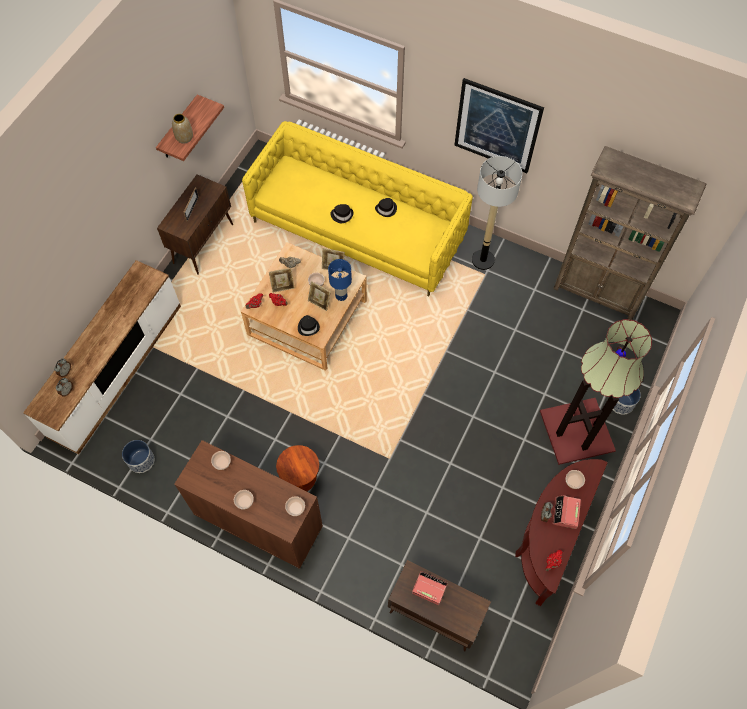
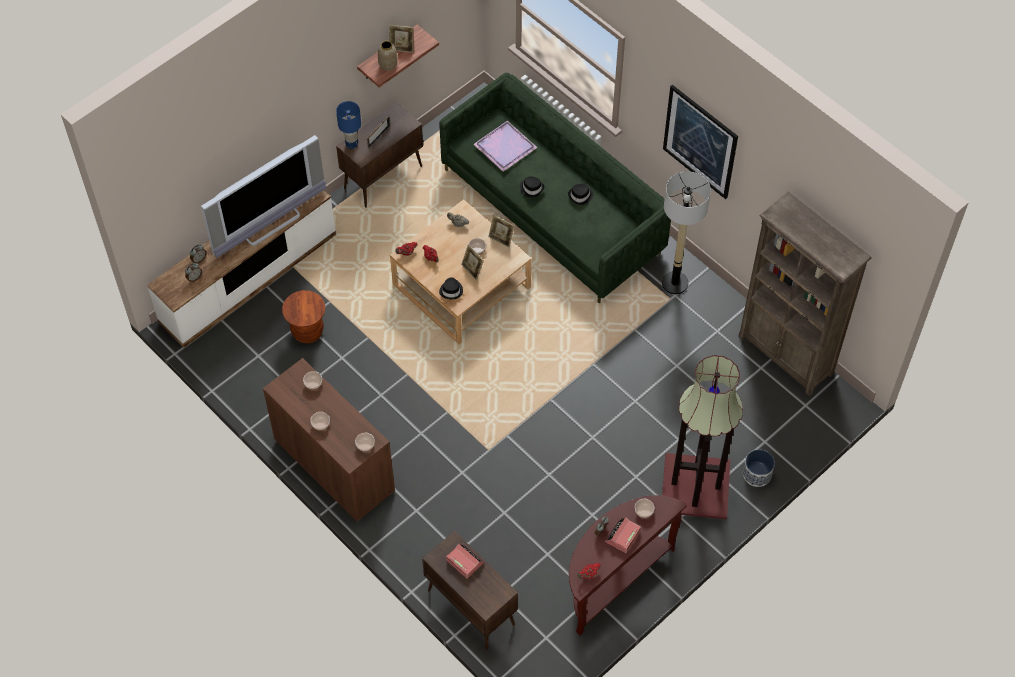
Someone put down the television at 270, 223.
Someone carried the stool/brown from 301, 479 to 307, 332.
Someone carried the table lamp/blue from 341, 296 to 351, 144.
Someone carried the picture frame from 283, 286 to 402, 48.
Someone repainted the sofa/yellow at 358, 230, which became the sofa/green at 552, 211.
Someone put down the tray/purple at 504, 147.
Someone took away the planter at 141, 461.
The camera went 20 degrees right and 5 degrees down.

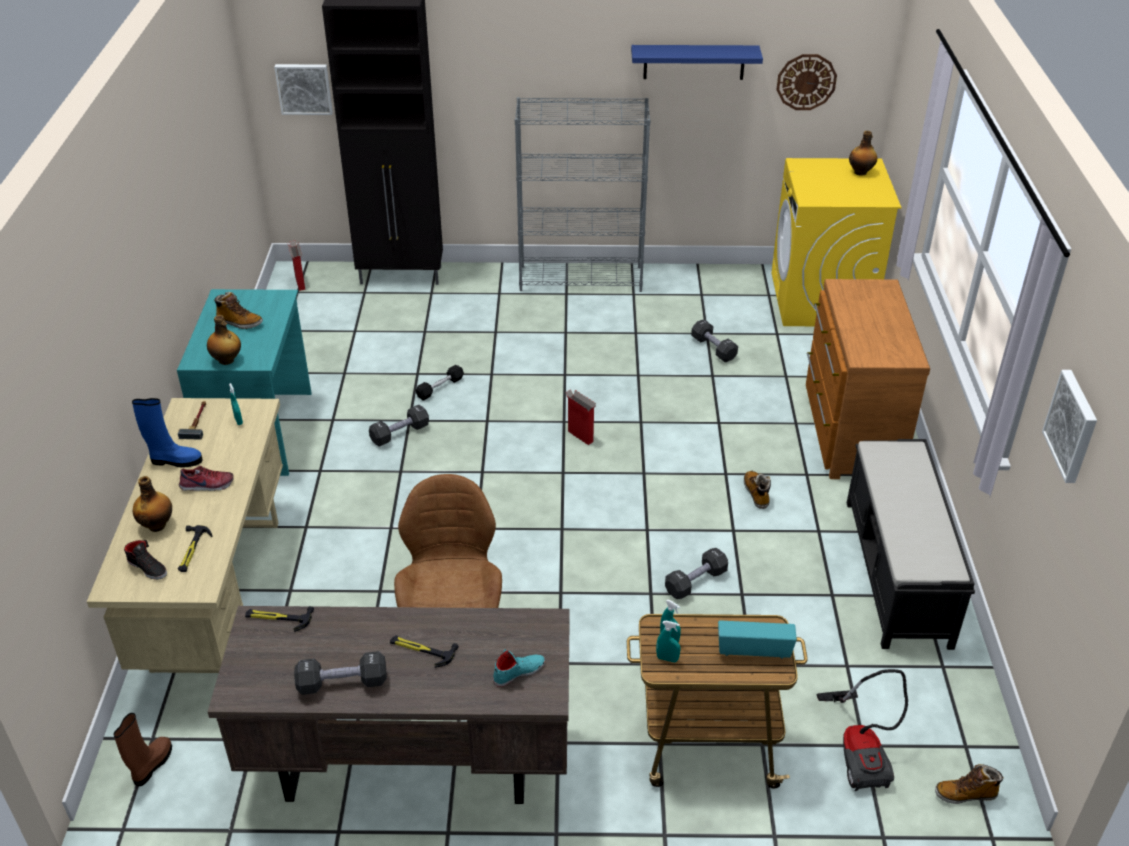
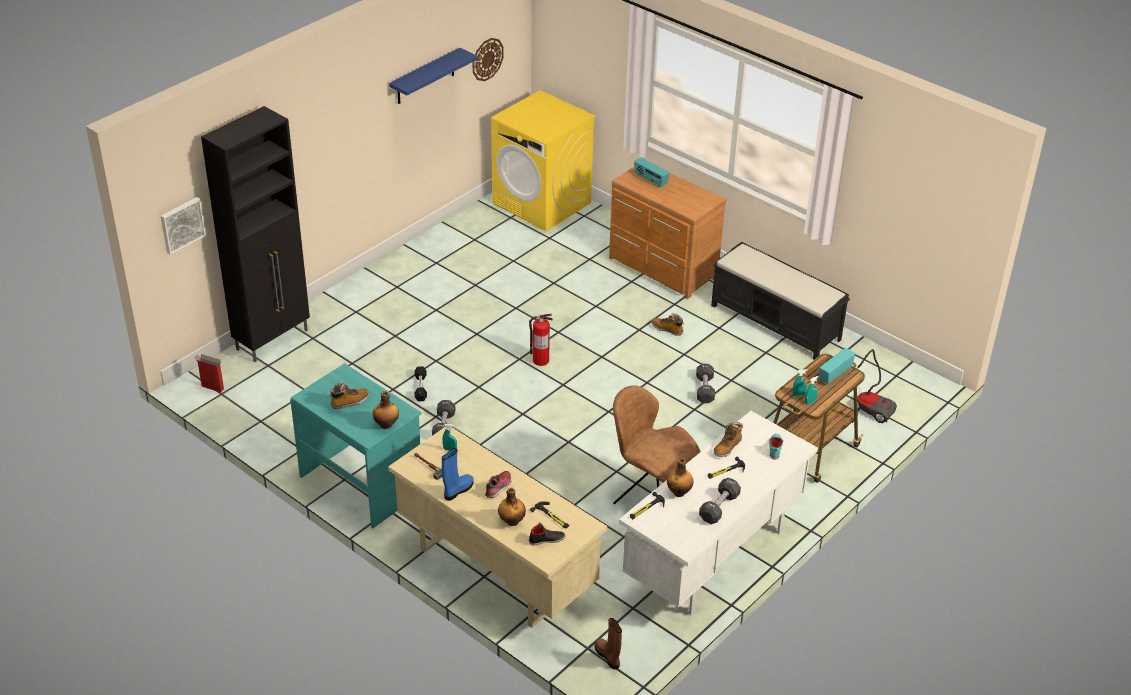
Someone swapped the cardboard box at 580, 436 for the fire extinguisher at 540, 360.
Someone repainted the desk/brown at 407, 763, which became the desk/white at 713, 558.
Someone put down the radio at 650, 180.
Someone carried the bottle from 861, 172 to 679, 492.
Someone carried the boot from 965, 794 to 727, 447.
Someone took away the bookcase/grey at 581, 278.
Someone took away the dumbbell/black at 713, 348.
Someone took away the picture at 1073, 426.
The camera went 50 degrees left and 0 degrees up.

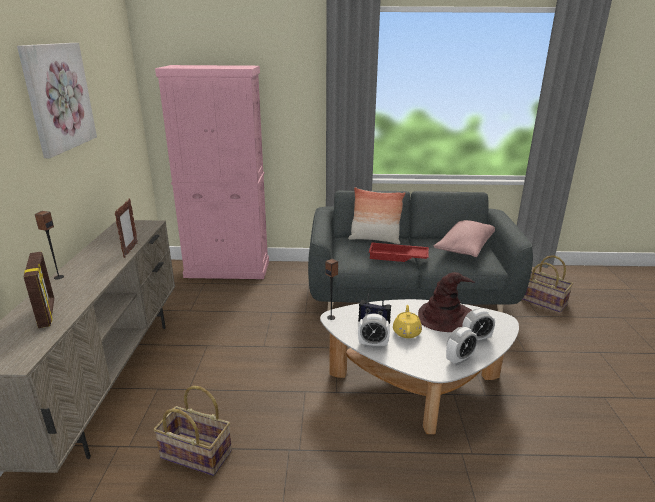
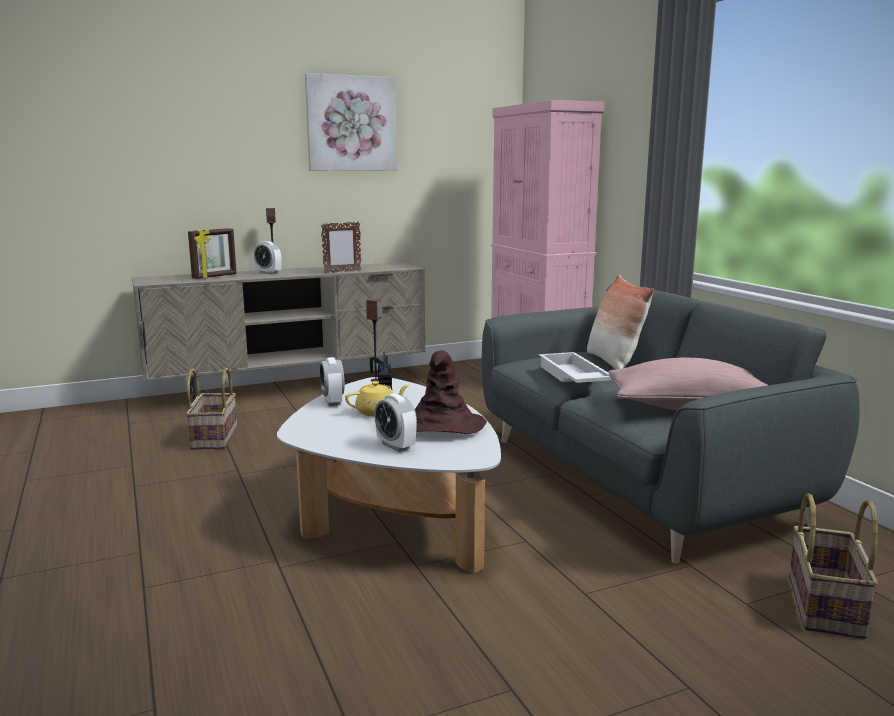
Someone carried the alarm clock from 459, 359 to 268, 273.
Someone repainted the tray/red at 397, 257, which became the tray/white at 572, 377.
The camera went 65 degrees right and 10 degrees down.

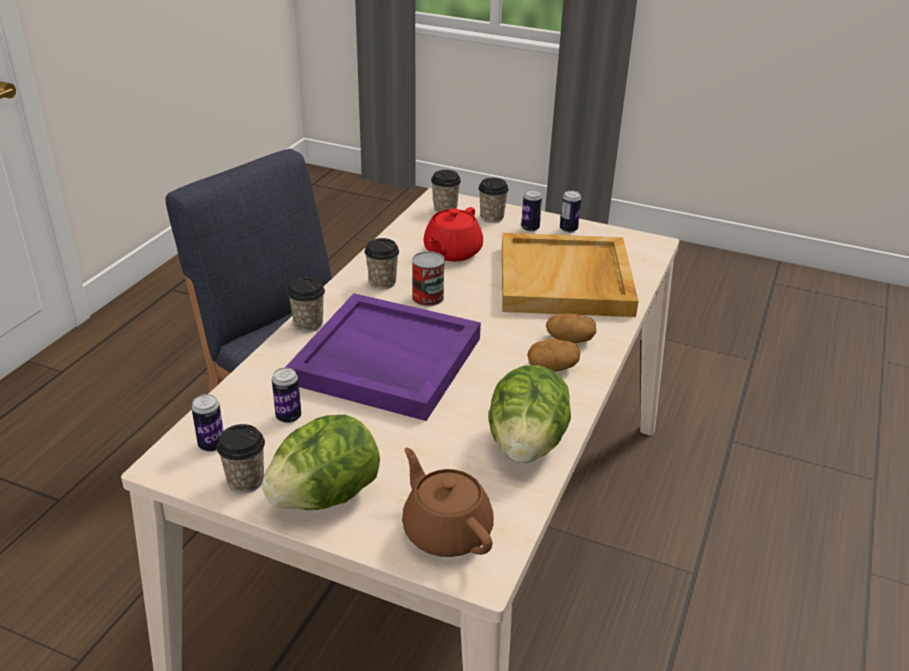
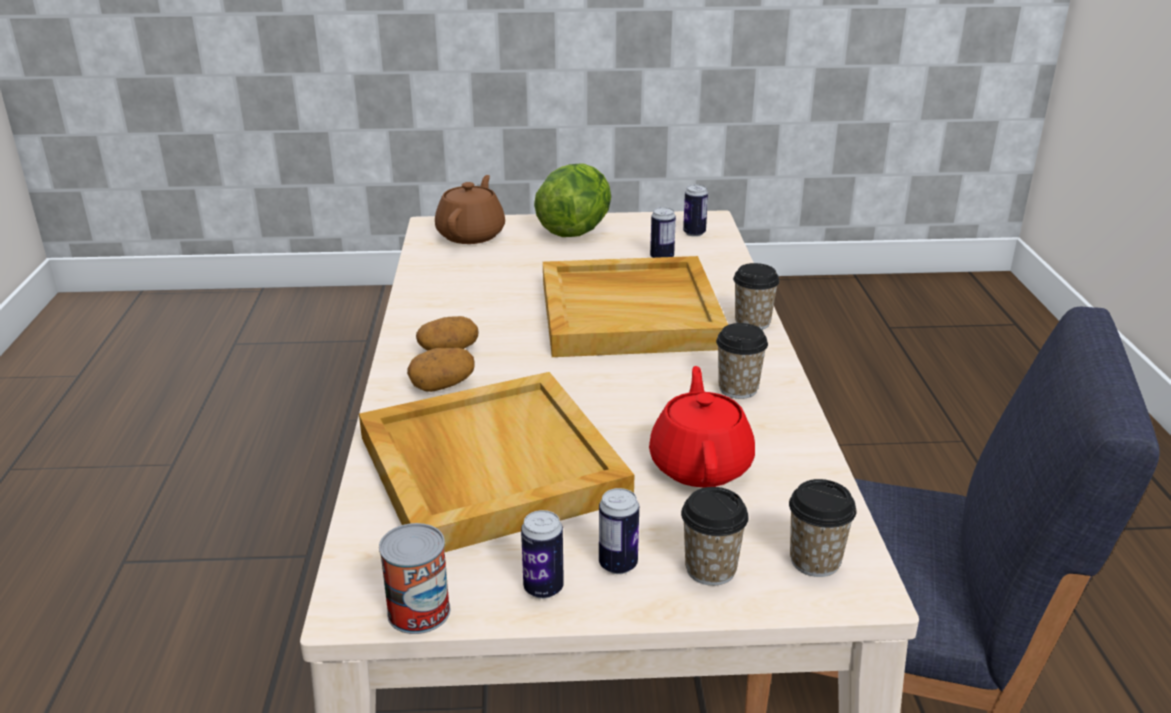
Someone carried the can from 428, 297 to 419, 611.
Someone rotated the teapot/brown at 446, 531 by 105 degrees counterclockwise.
Someone repainted the tray/purple at 385, 361, which became the tray/beige at 631, 312.
Someone took away the cup at 246, 481.
Someone took away the lettuce at 526, 445.
The camera went 155 degrees right and 5 degrees down.

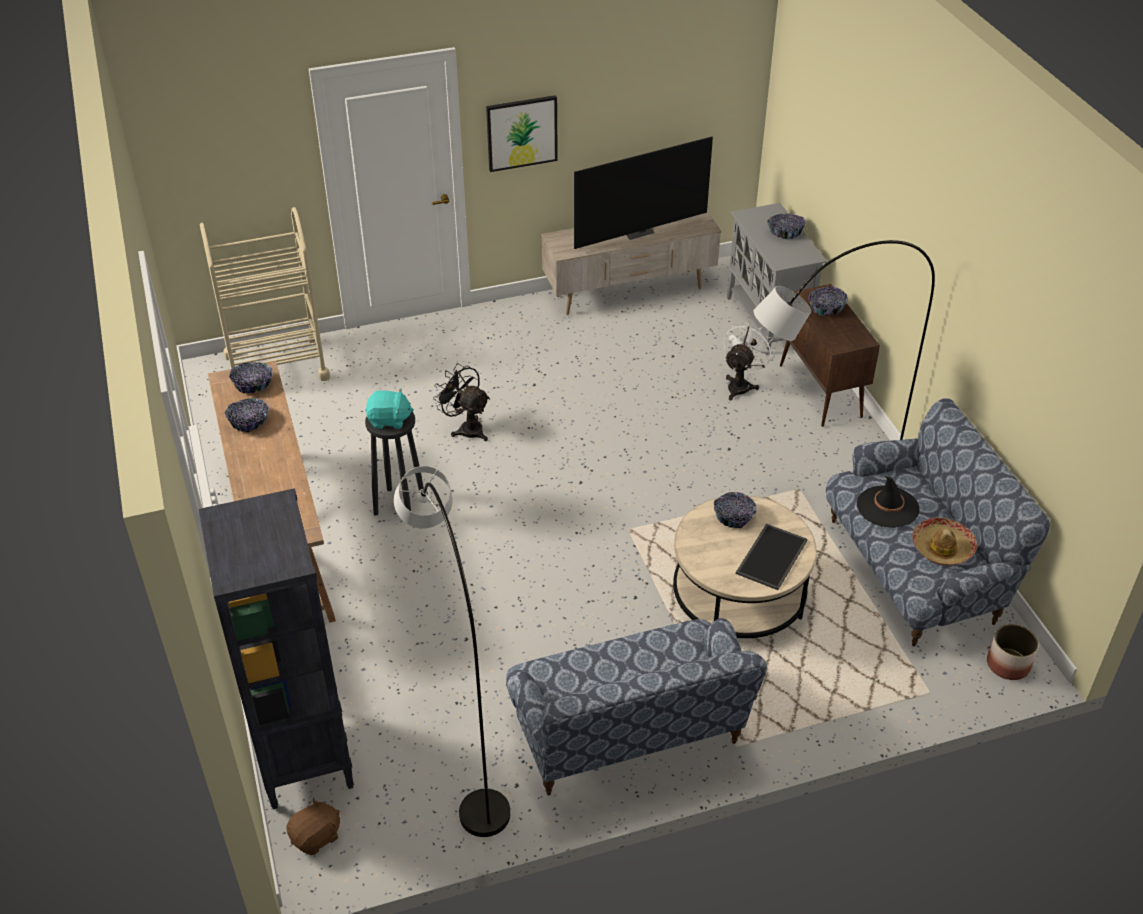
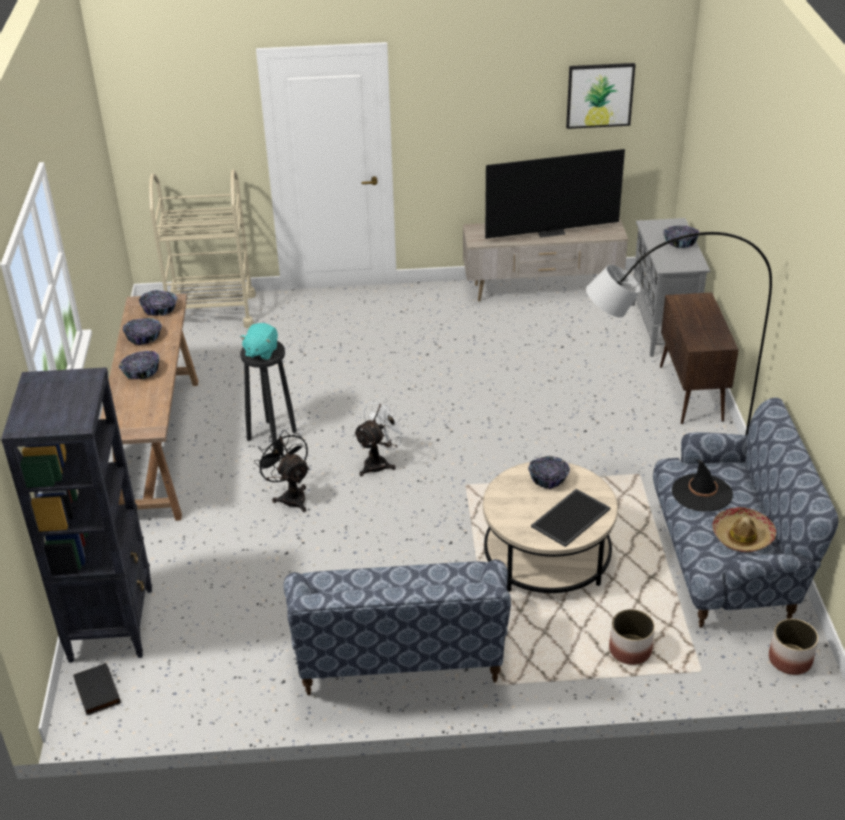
Someone swapped the plush toy/brown at 316, 837 for the book/black at 95, 691.
Someone carried the bowl from 826, 308 to 141, 372.
Someone rotated the plush toy/turquoise at 389, 420 by 90 degrees clockwise.
Someone carried the fan/black from 466, 428 to 290, 496.
Someone carried the fan/white from 741, 385 to 380, 462.
Someone carried the picture from 522, 132 to 599, 95.
Someone put down the planter at 630, 650.
Someone took away the floor lamp/grey at 460, 738.
The camera went 15 degrees right and 5 degrees down.

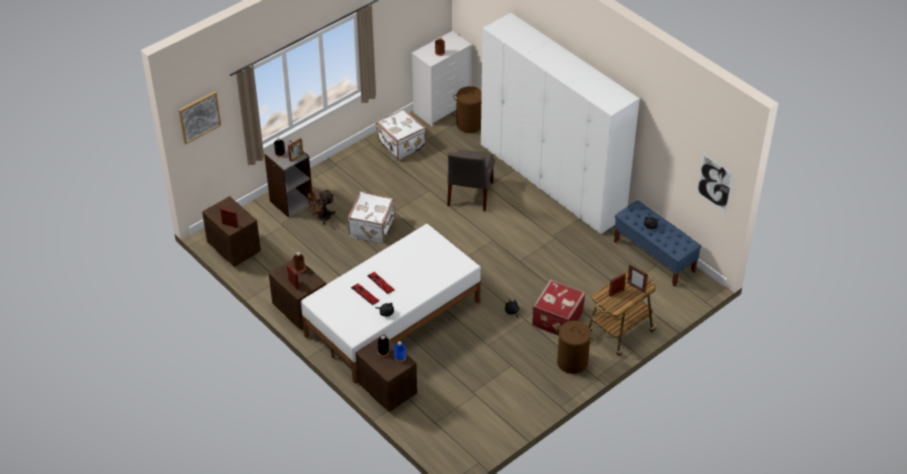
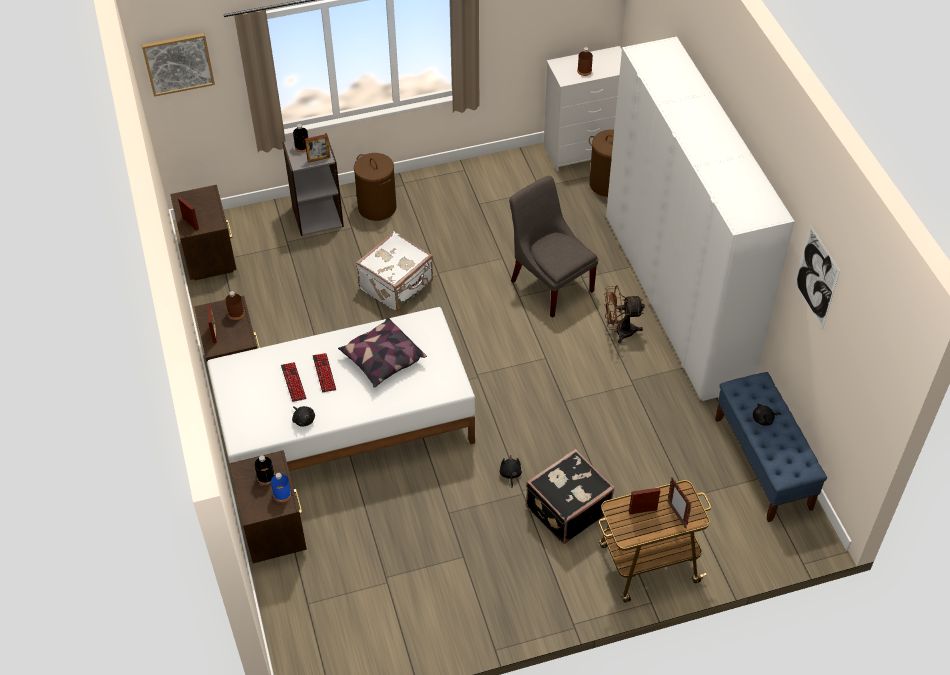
Someone put down the pillow at 382, 360.
Someone carried the laundry basket/brown from 572, 362 to 377, 207.
Someone rotated the chair/grey at 469, 195 by 105 degrees clockwise.
Someone repainted the suitcase/red at 556, 319, which became the suitcase/black at 566, 509.
Someone carried the fan/brown from 321, 217 to 619, 331.
Someone carried the picture from 714, 182 to 816, 277.
Someone took away the suitcase/white at 400, 145.
The camera went 25 degrees right and 5 degrees up.

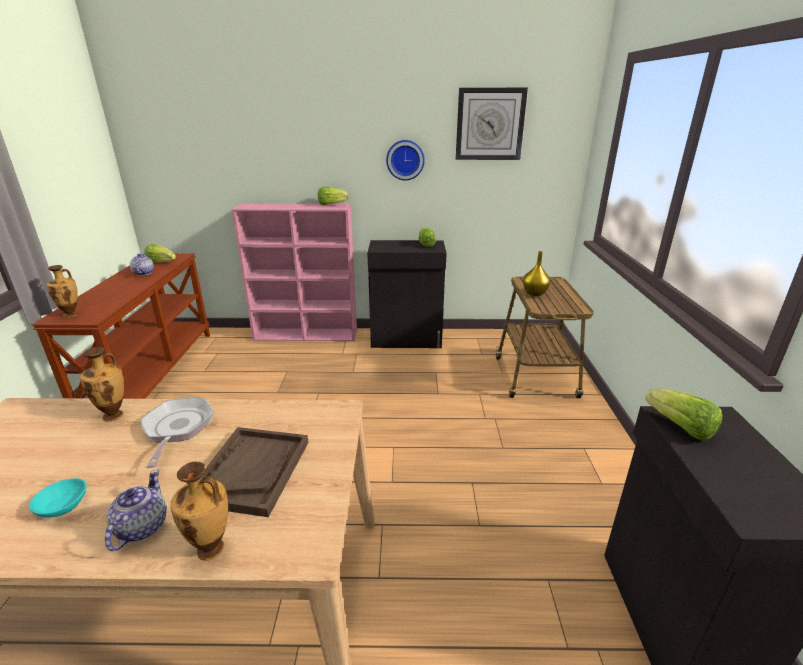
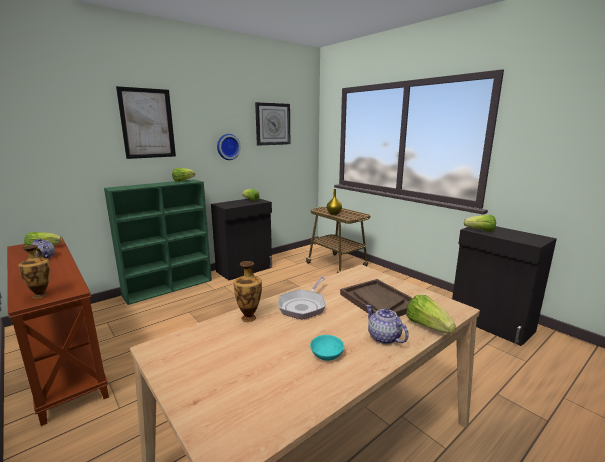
Someone repainted the bookcase/pink at 307, 334, which became the bookcase/green at 169, 287.
Someone put up the picture at 147, 123.
Someone rotated the frying pan at 177, 429 by 105 degrees counterclockwise.
Someone swapped the vase at 212, 550 for the lettuce at 427, 326.
The camera went 40 degrees left and 10 degrees down.

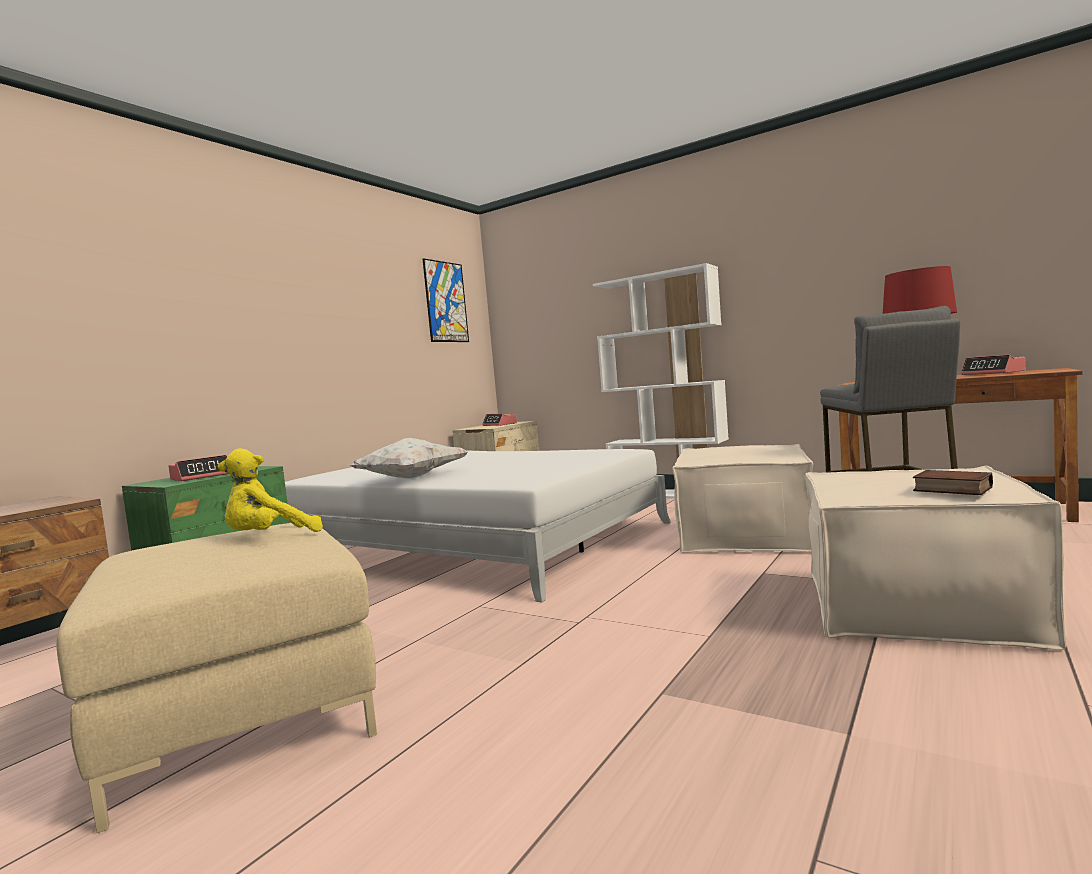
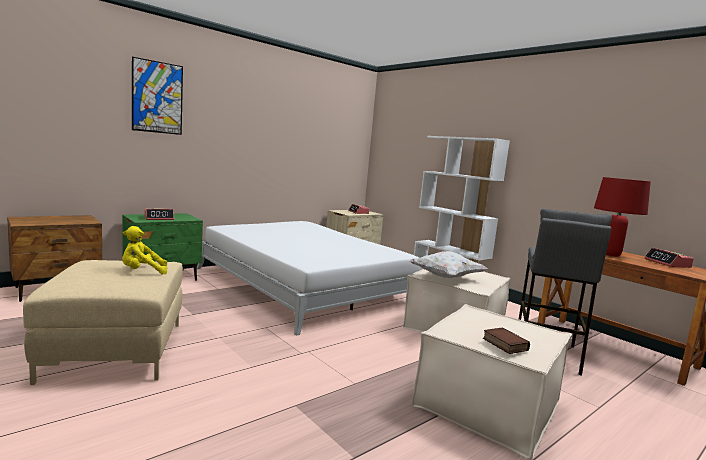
Someone carried the picture from 446, 302 to 157, 97.
Someone carried the pillow/white from 411, 478 to 446, 277.
The camera went 15 degrees right and 5 degrees up.

